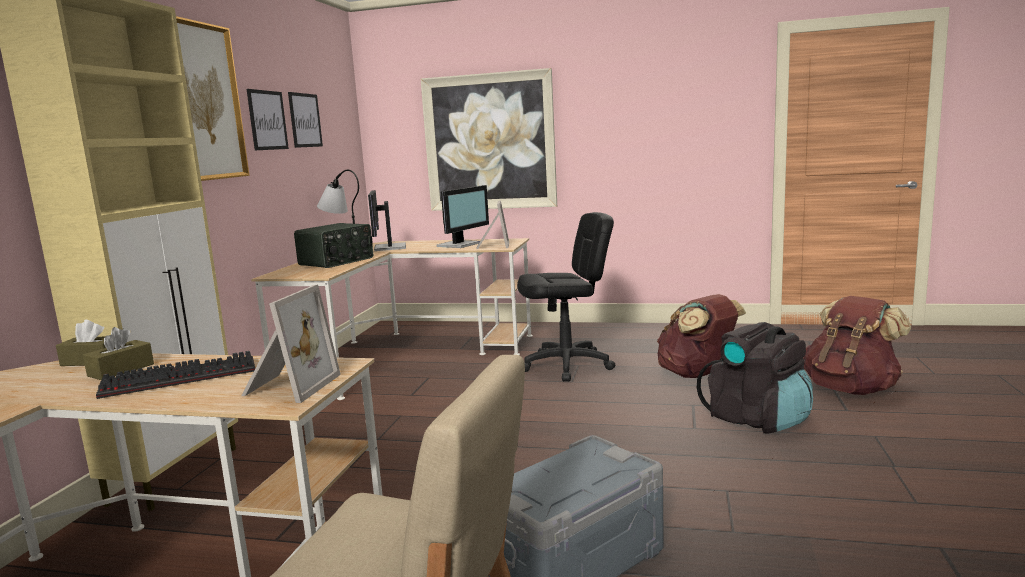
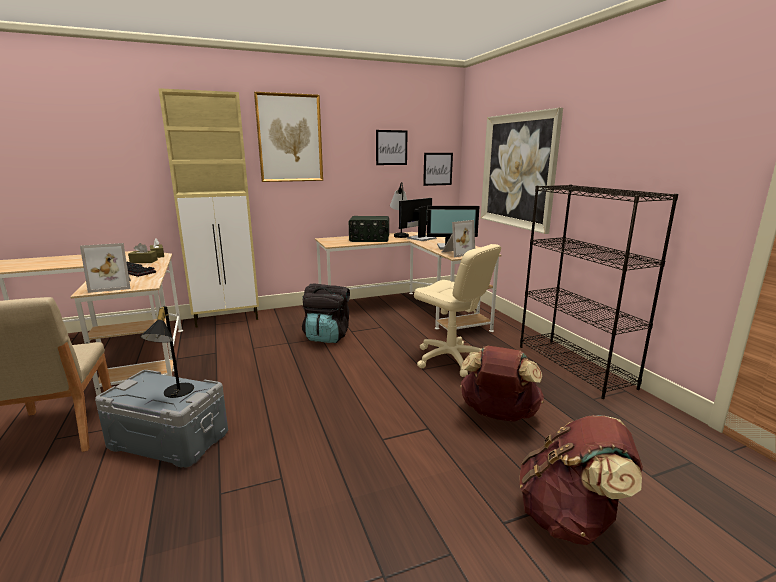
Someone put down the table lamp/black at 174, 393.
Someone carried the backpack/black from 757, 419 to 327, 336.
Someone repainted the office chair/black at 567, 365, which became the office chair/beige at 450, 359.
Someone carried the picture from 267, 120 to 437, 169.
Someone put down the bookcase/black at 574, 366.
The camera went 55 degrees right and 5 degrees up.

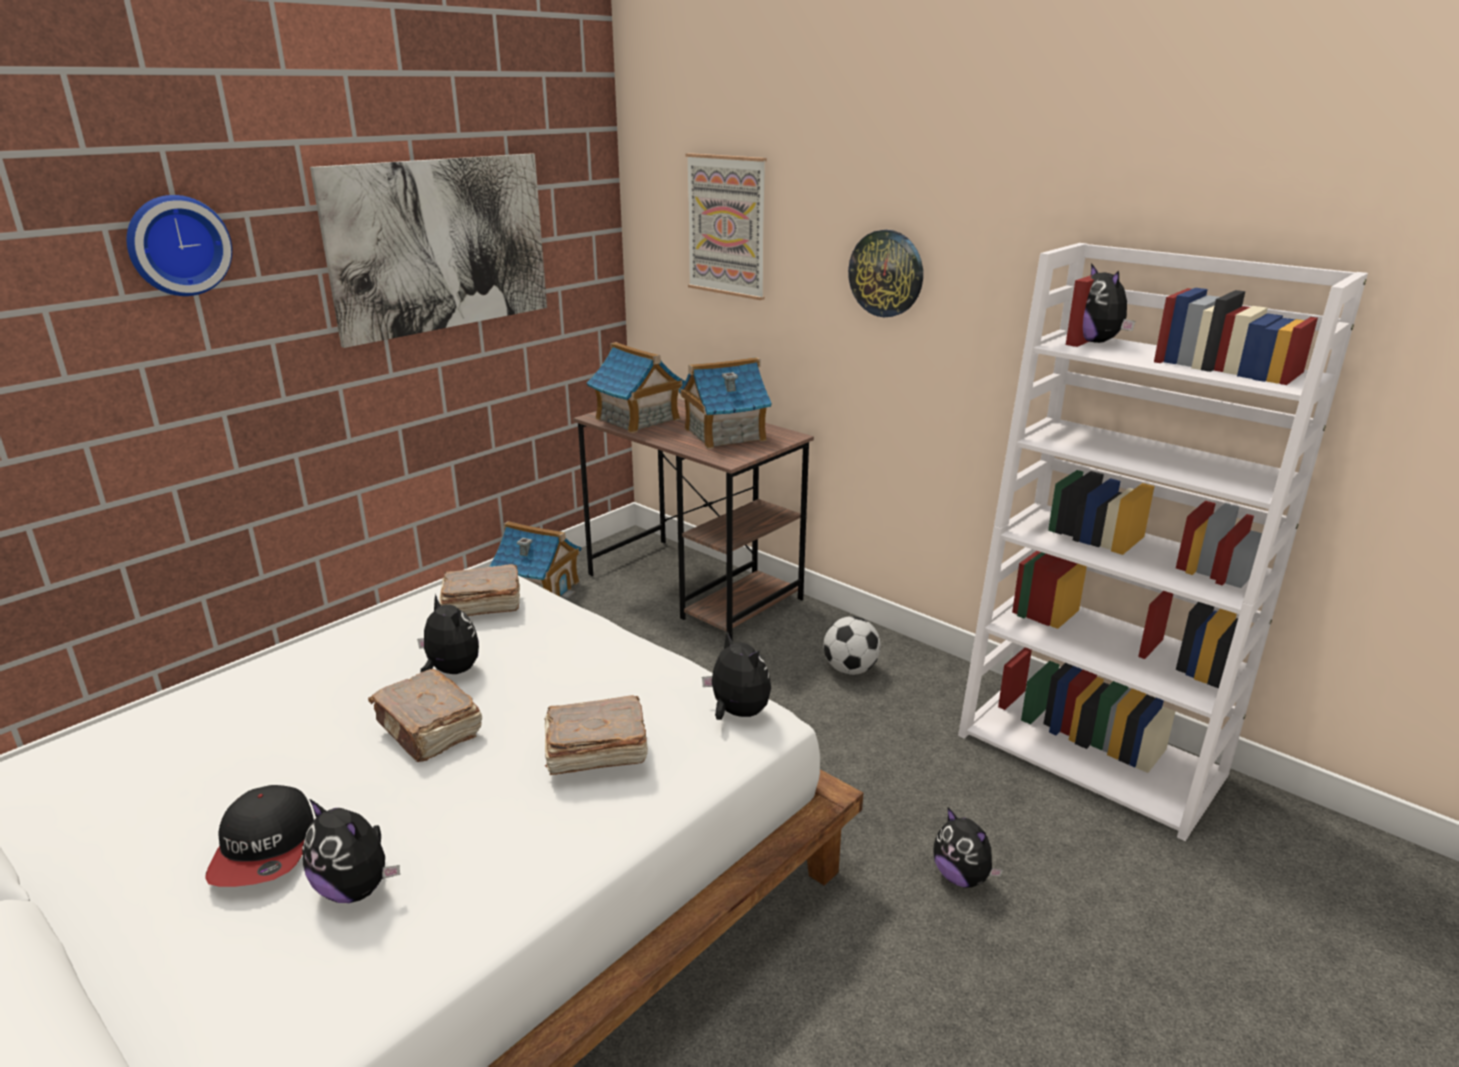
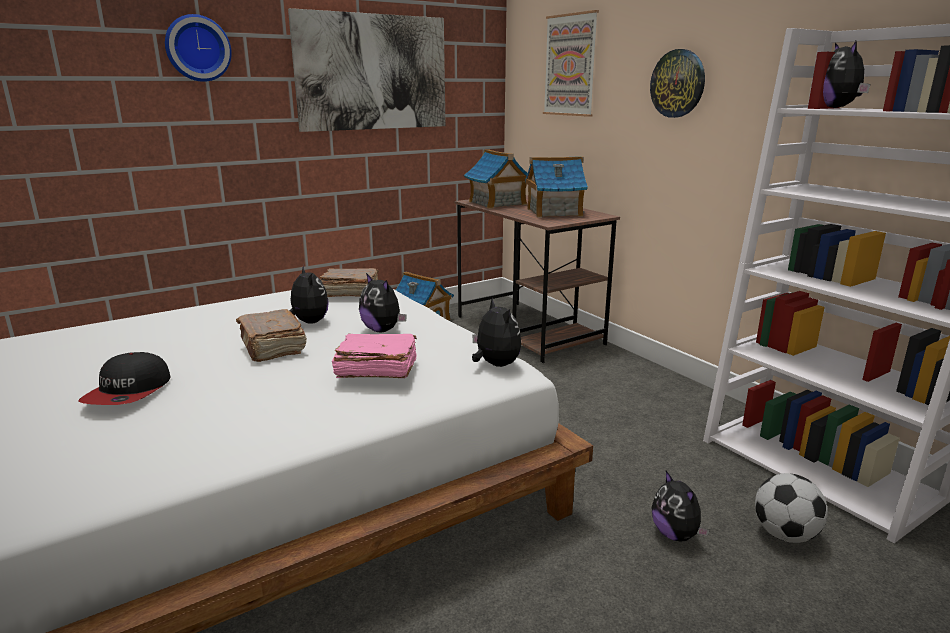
Someone repainted the book/brown at 594, 751, which became the book/pink at 375, 370.
Someone carried the plush toy from 356, 888 to 383, 330.
Someone carried the football from 849, 670 to 784, 535.
The camera went 15 degrees right and 5 degrees down.

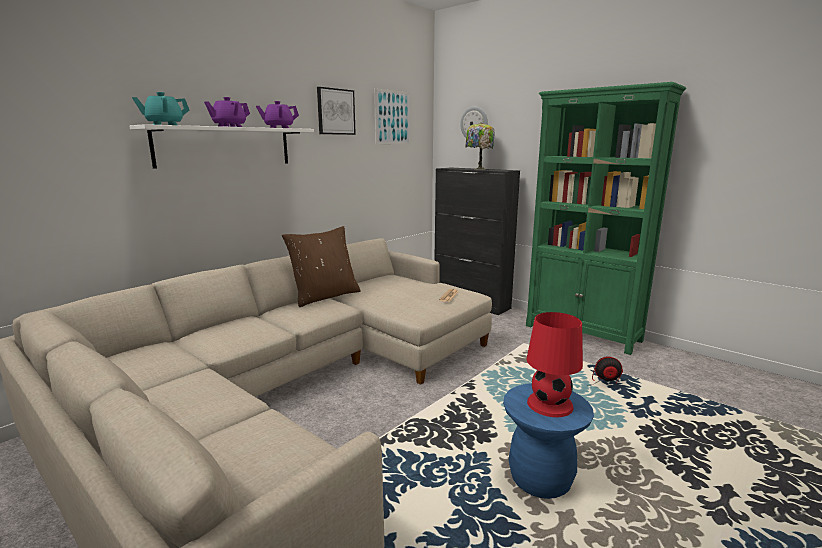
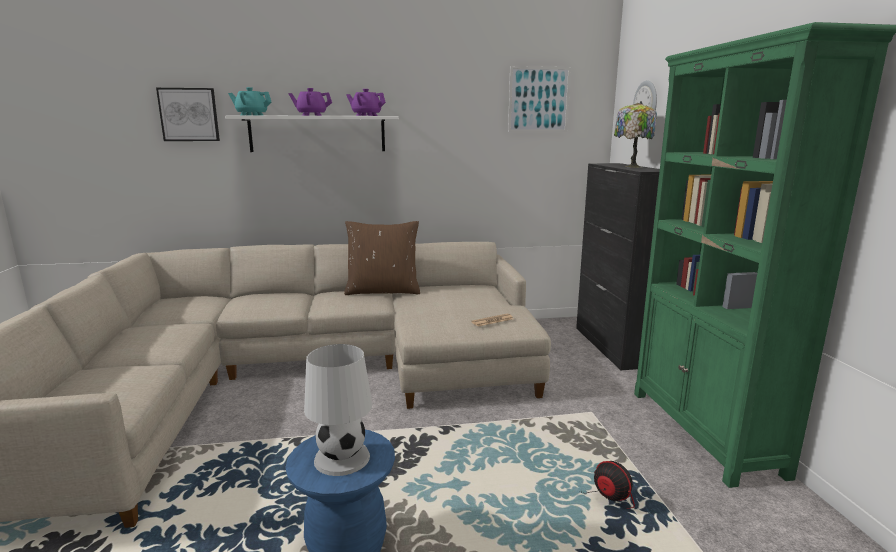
Someone carried the picture from 335, 111 to 189, 114.
Someone repainted the table lamp/red at 550, 404, which became the table lamp/white at 342, 458.
The camera went 40 degrees right and 0 degrees up.

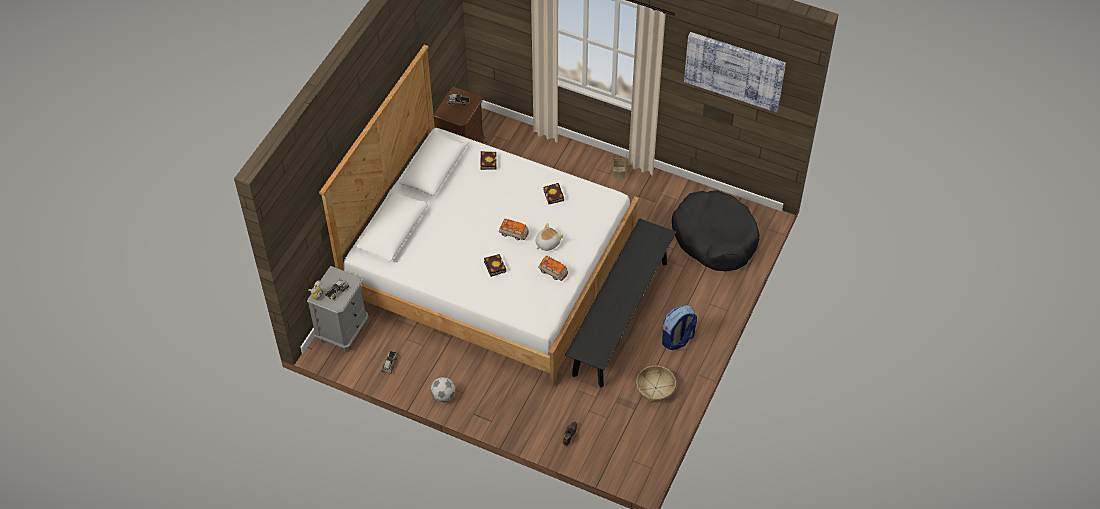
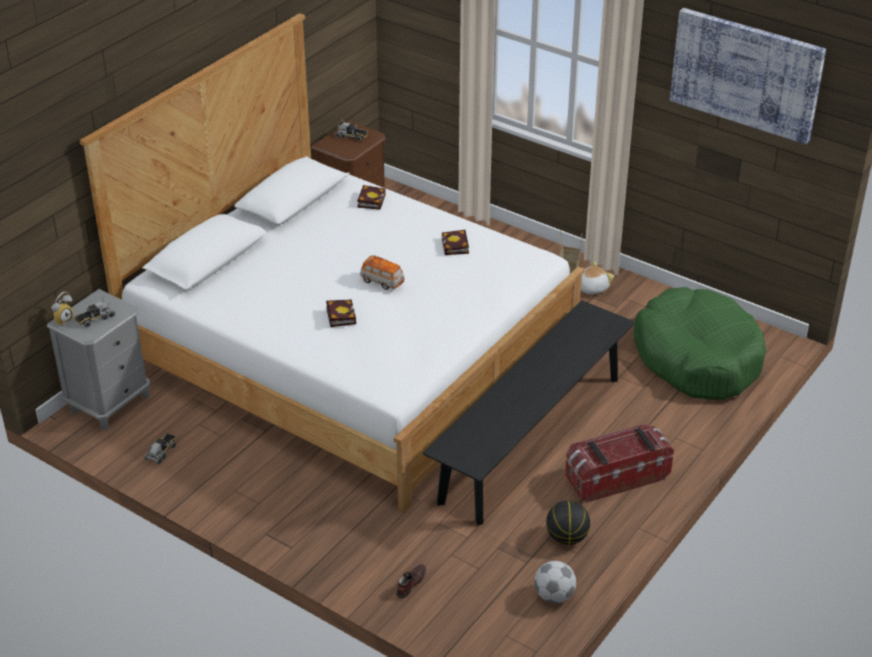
Someone carried the football from 443, 395 to 553, 596.
Someone swapped the basket at 655, 388 for the basketball at 566, 538.
Someone swapped the backpack at 677, 339 for the storage box at 616, 477.
Someone carried the plush toy from 547, 243 to 591, 288.
Someone repainted the dog bed/black at 715, 238, which became the dog bed/green at 697, 358.
Someone took away the toy car at 553, 272.
The camera went 10 degrees right and 15 degrees down.

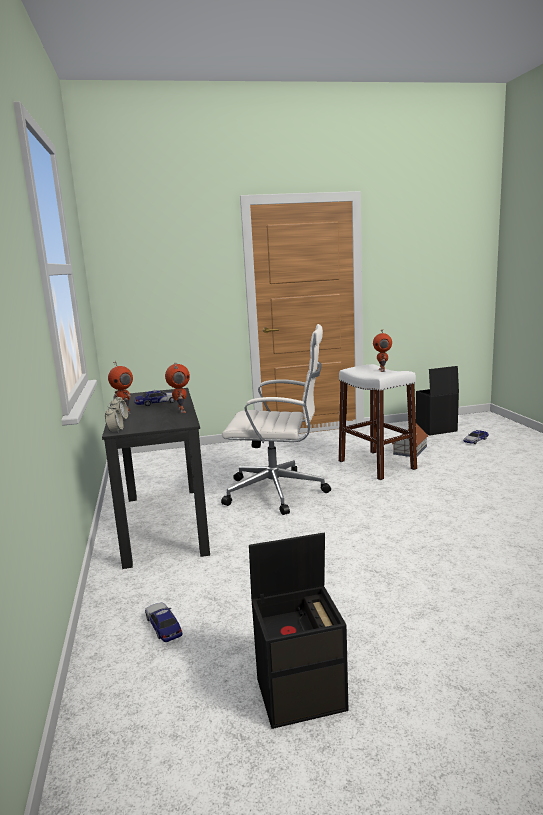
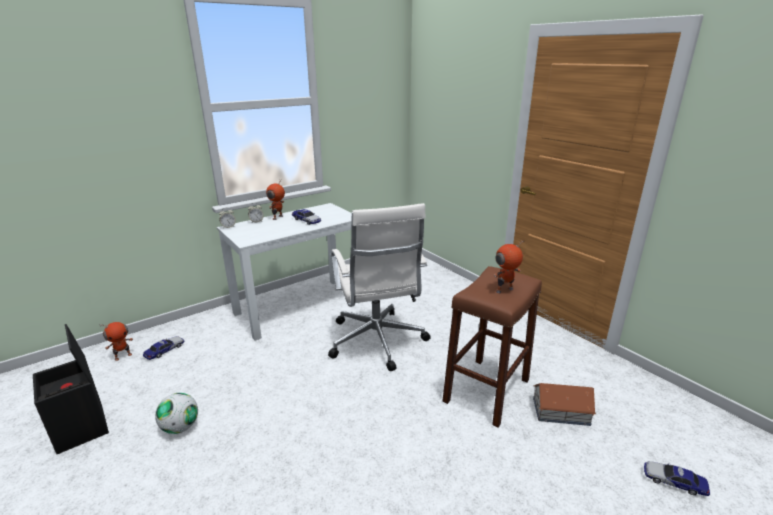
Someone carried the toy robot from 180, 410 to 123, 356.
Someone put down the football at 180, 427.
Someone repainted the desk/black at 164, 523, which became the desk/white at 300, 307.
Someone repainted the stool/white at 376, 465, which became the stool/brown at 486, 390.
Someone took away the storage box/black at 435, 430.
The camera went 65 degrees right and 10 degrees up.

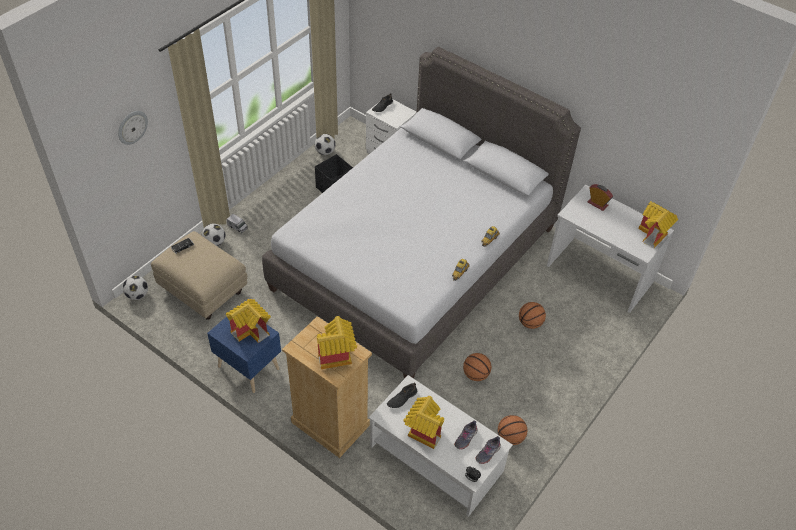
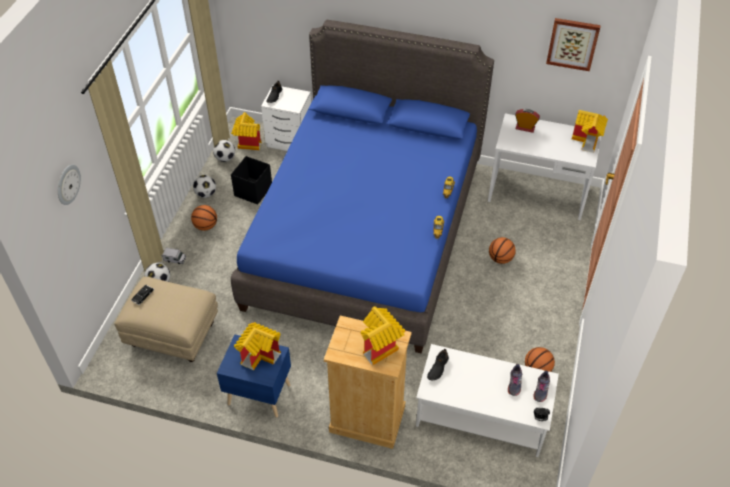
Someone carried the basketball from 476, 374 to 206, 226.
Someone carried the football from 137, 295 to 206, 194.
Someone repainted the bed/grey at 415, 258, which became the bed/blue at 365, 233.
Someone carried the toy house from 422, 431 to 247, 143.
Someone put up the picture at 572, 43.
The camera went 20 degrees left and 0 degrees up.

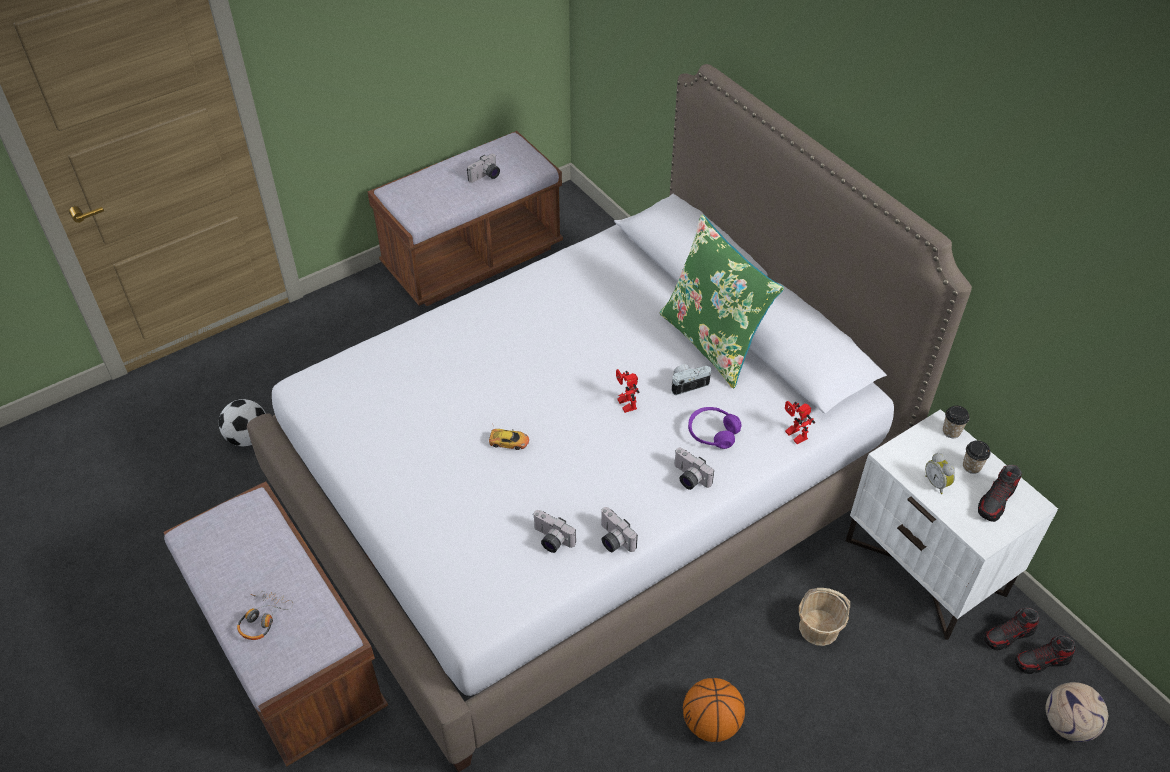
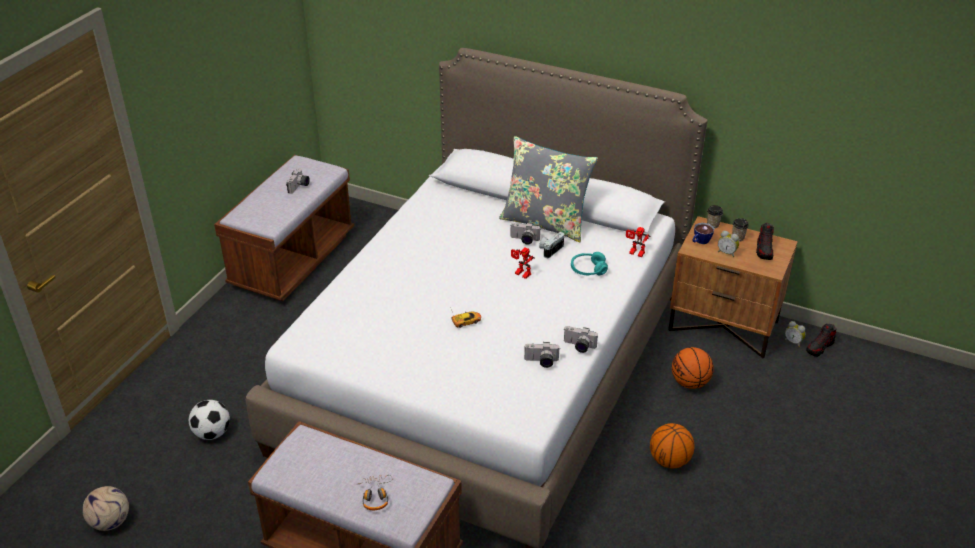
Someone carried the football from 1067, 723 to 110, 521.
Someone repainted the pillow/green at 713, 341, which became the pillow/grey at 545, 222.
Someone carried the photo camera from 688, 478 to 524, 240.
Someone repainted the headphones/purple at 712, 433, which became the headphones/turquoise at 588, 269.
Someone repainted the nightstand/white at 926, 567, which became the nightstand/brown at 724, 325.
Someone swapped the basket at 818, 627 for the basketball at 689, 382.
Someone put down the cup at 700, 241.
Someone swapped the shoe at 1008, 635 for the alarm clock at 793, 342.
The camera went 30 degrees left and 10 degrees down.

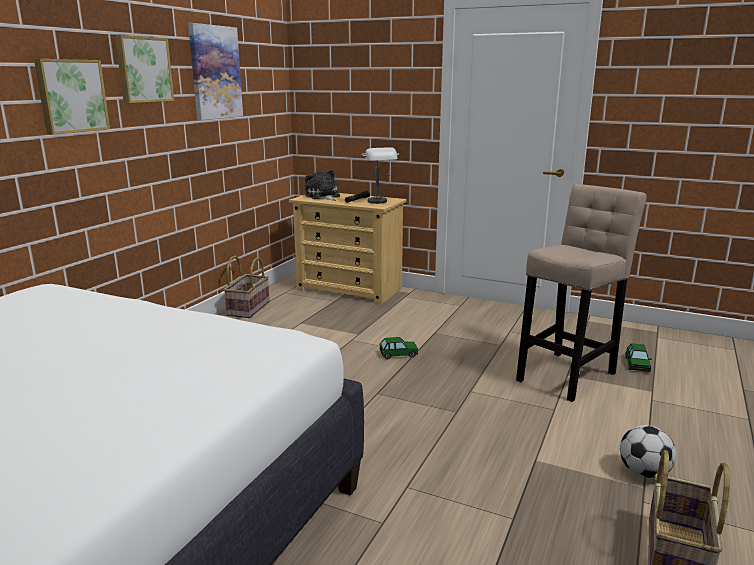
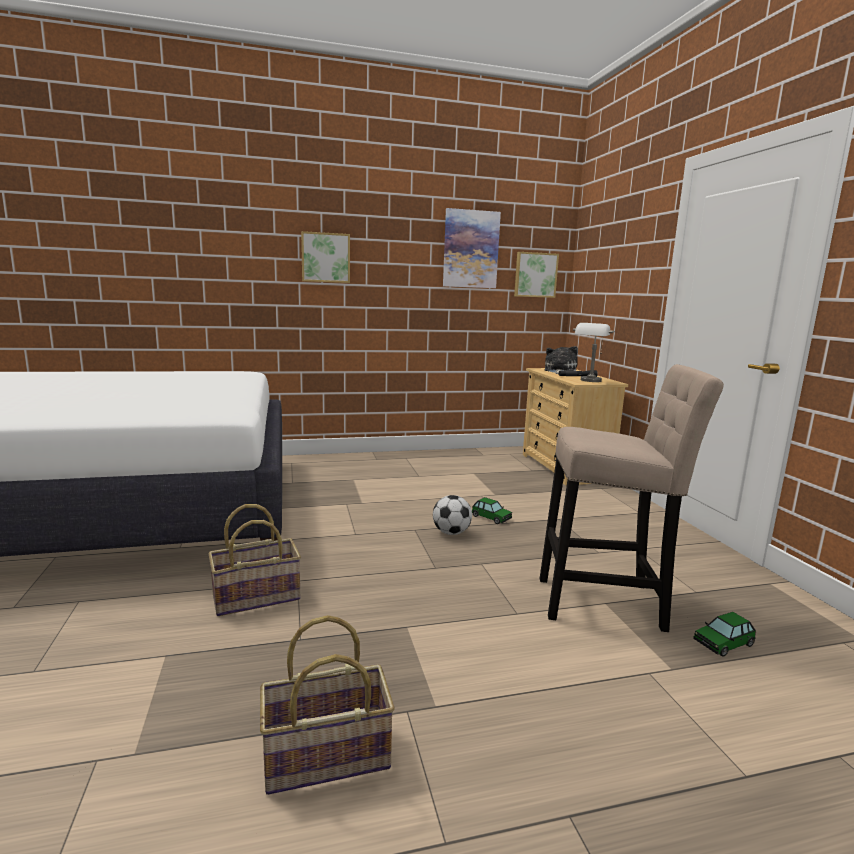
Someone carried the basket from 248, 308 to 256, 596.
Someone carried the football from 643, 473 to 451, 533.
Someone carried the picture from 143, 69 to 535, 275.
The camera went 50 degrees right and 5 degrees down.

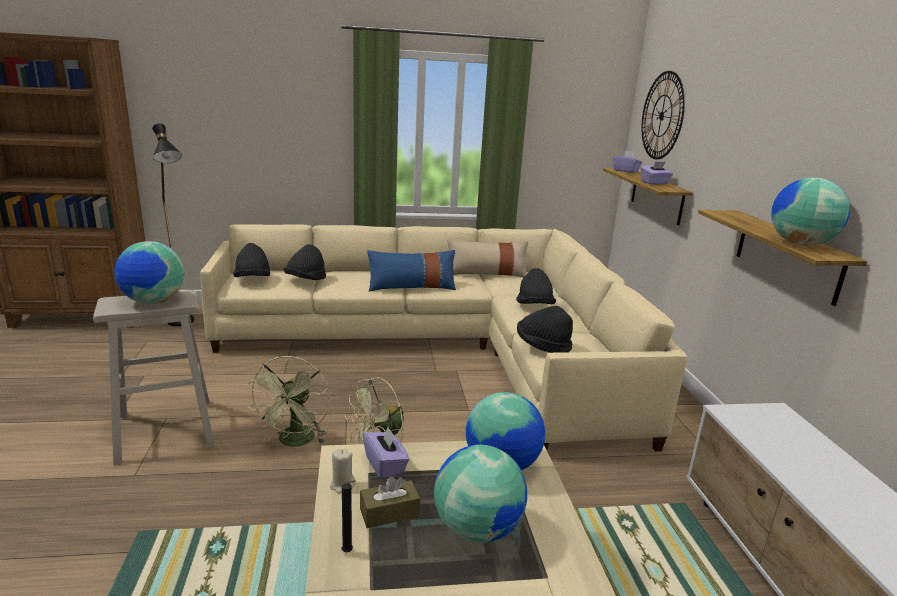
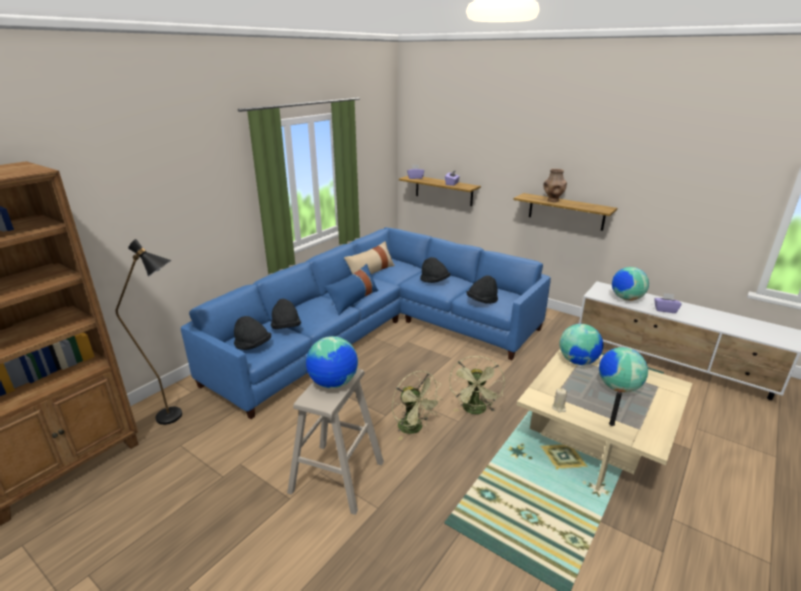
Someone repainted the sofa/beige at 447, 348, which became the sofa/blue at 379, 332.
Someone put down the vase/brown at 552, 200.
Someone carried the globe from 799, 244 to 626, 298.
Someone carried the tissue box/purple from 385, 465 to 665, 310.
Someone took away the tissue box/brown at 389, 513.
Someone took away the wall clock at 662, 116.
The camera went 45 degrees left and 5 degrees up.

